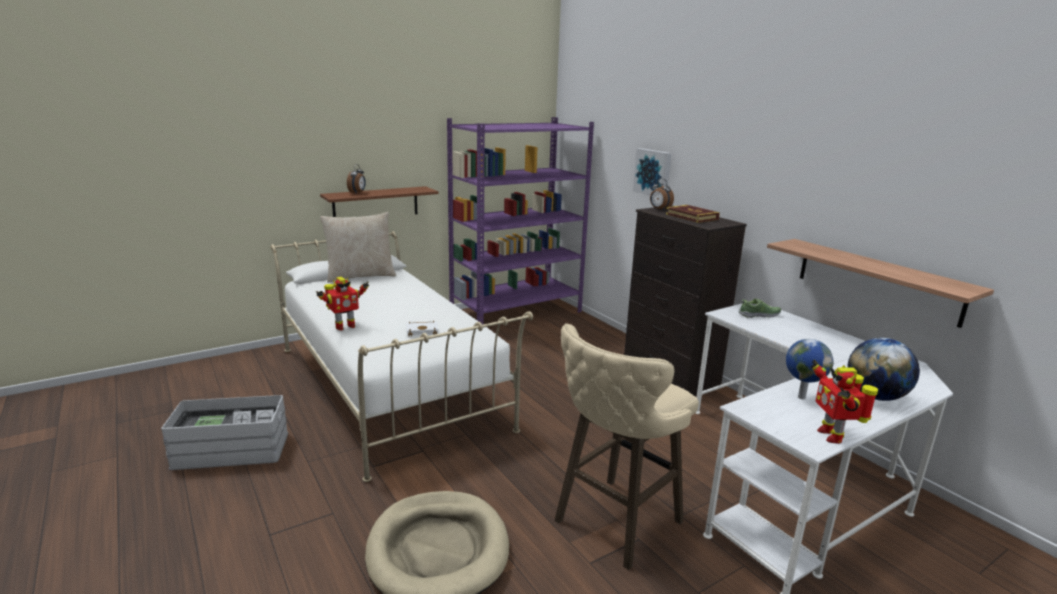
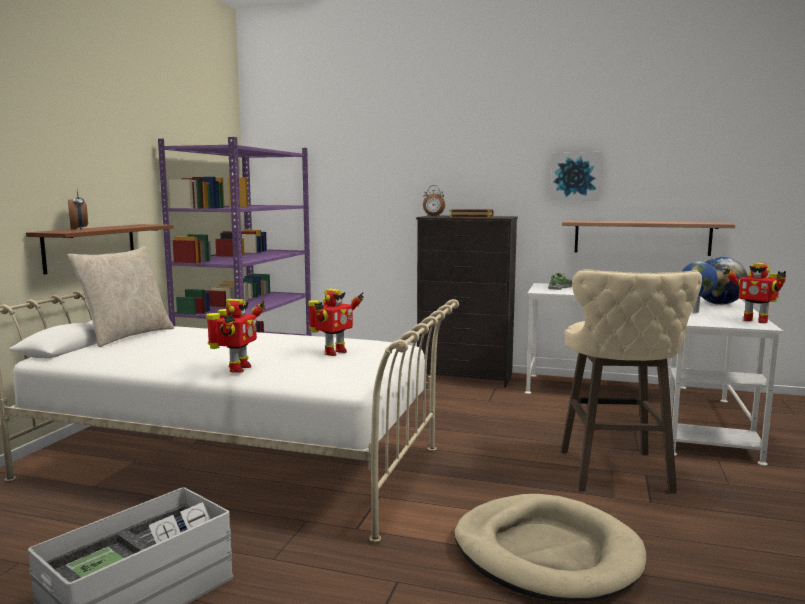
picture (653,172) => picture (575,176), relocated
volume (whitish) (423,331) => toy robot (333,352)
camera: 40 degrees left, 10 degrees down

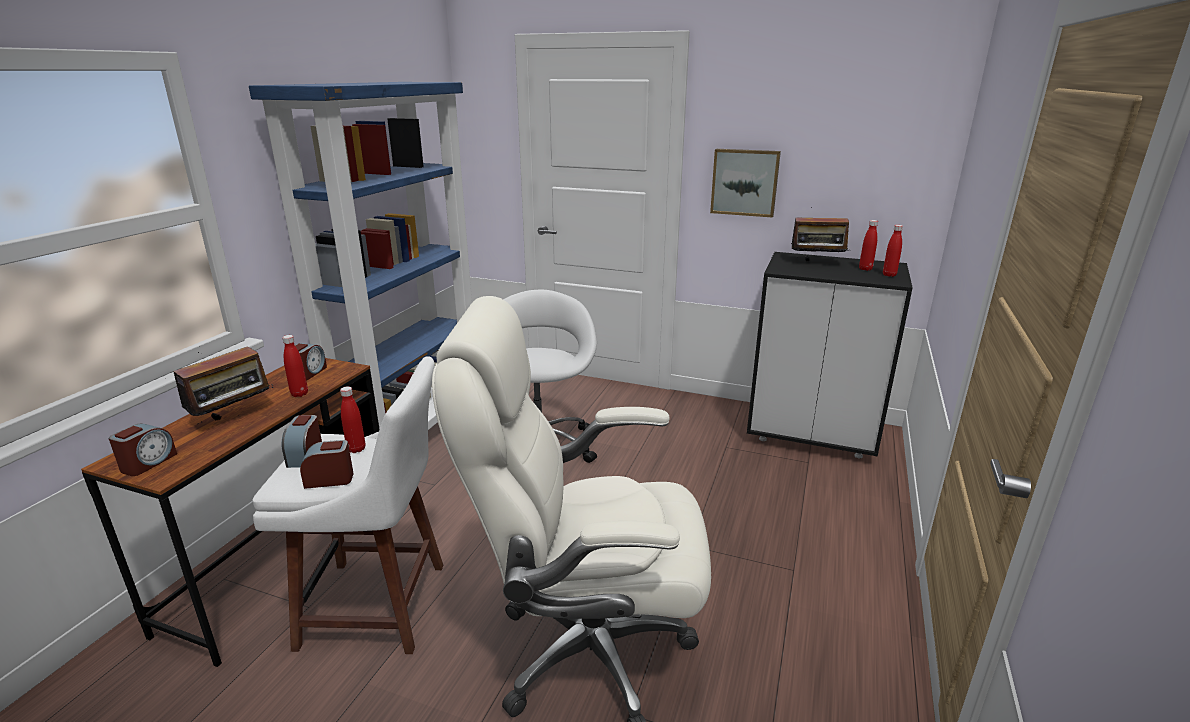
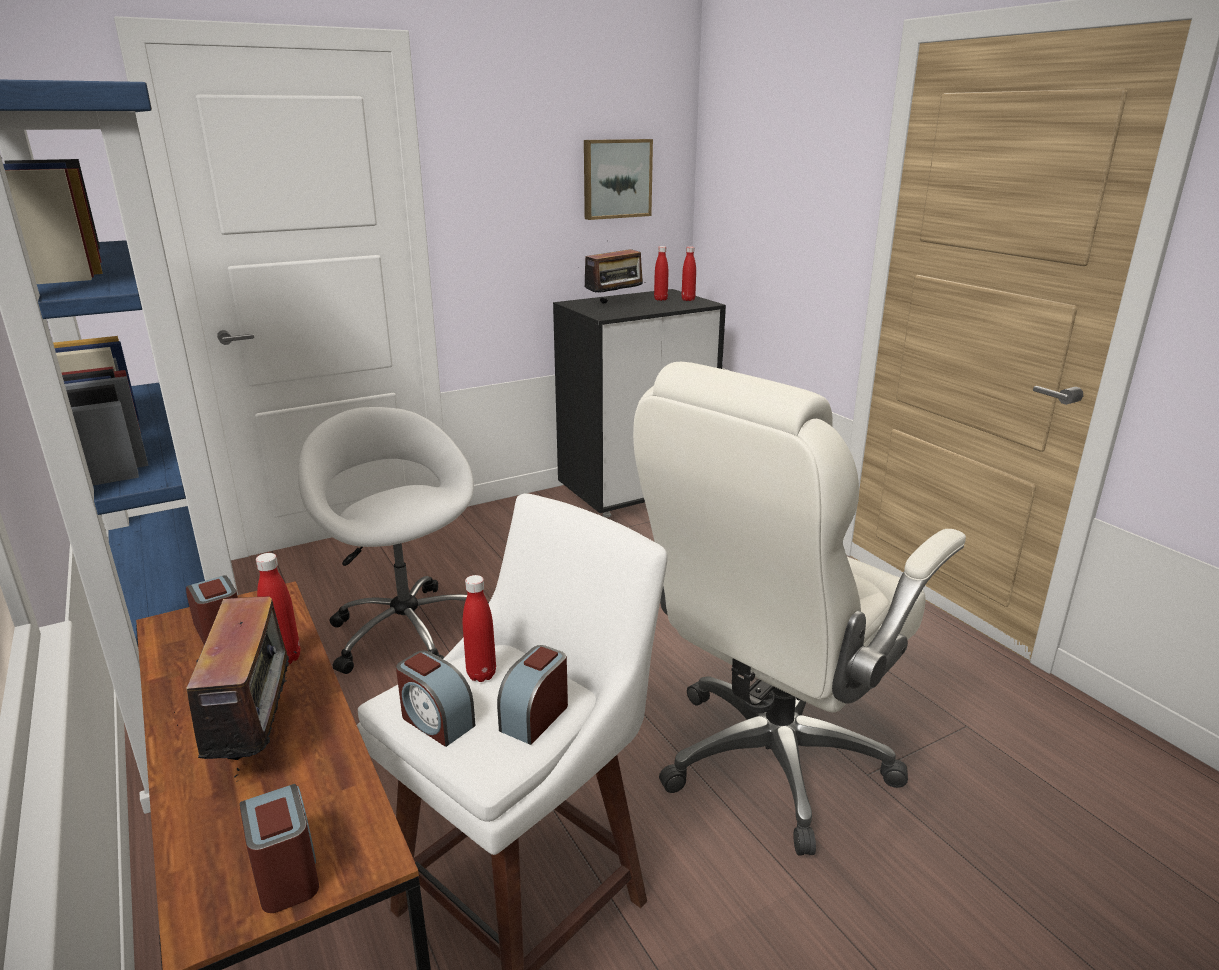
picture (745,182) => picture (616,178), relocated
camera: 50 degrees left, 0 degrees up

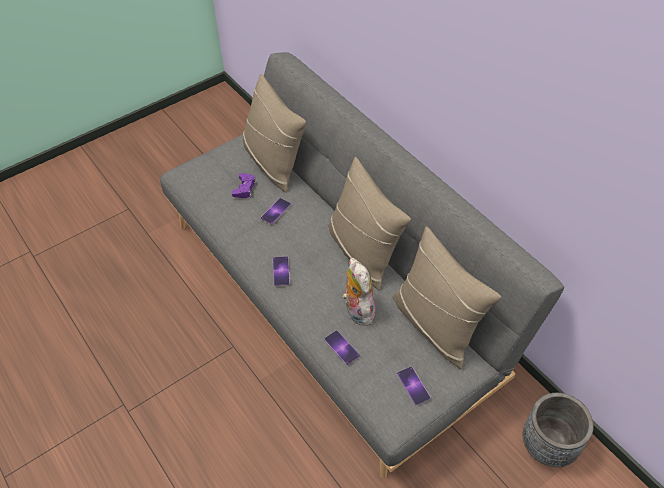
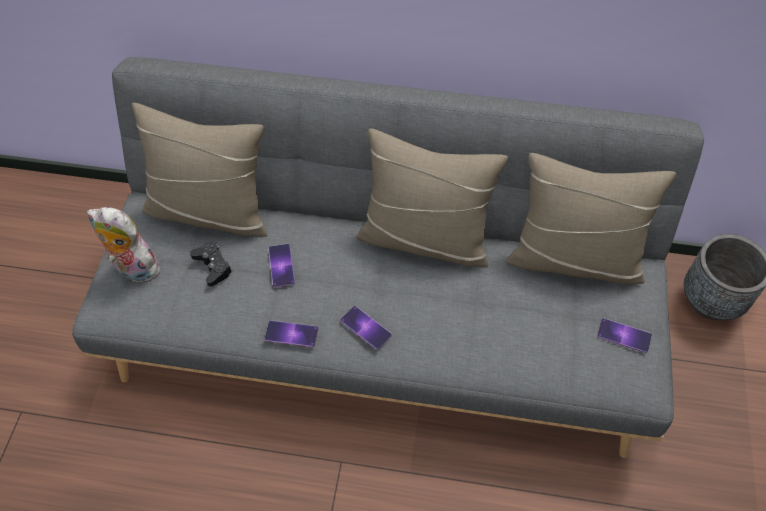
telephone (341,347) => telephone (291,334), relocated
cuddly toy (357,310) => cuddly toy (133,269), relocated
joypad (purplish) (244,188) => joypad (black) (213,266)
camera: 45 degrees left, 5 degrees up

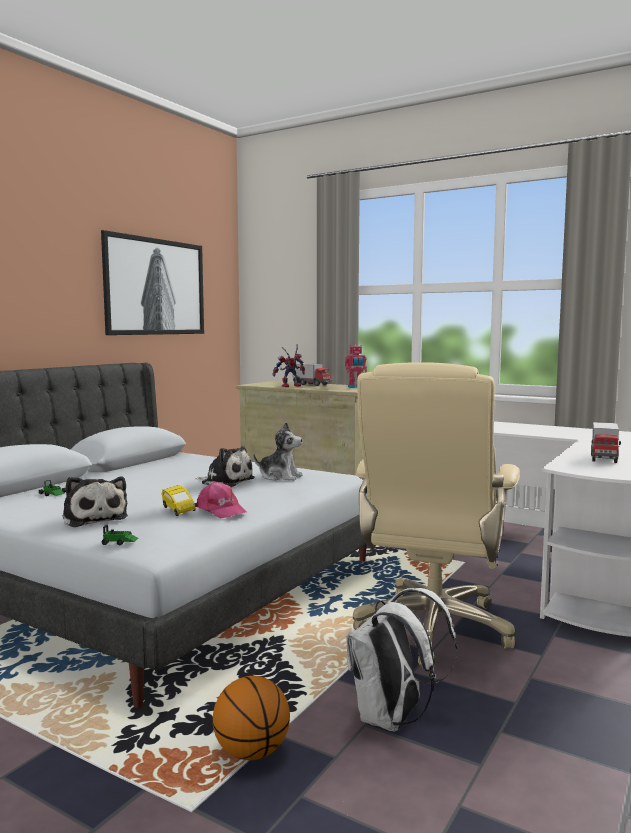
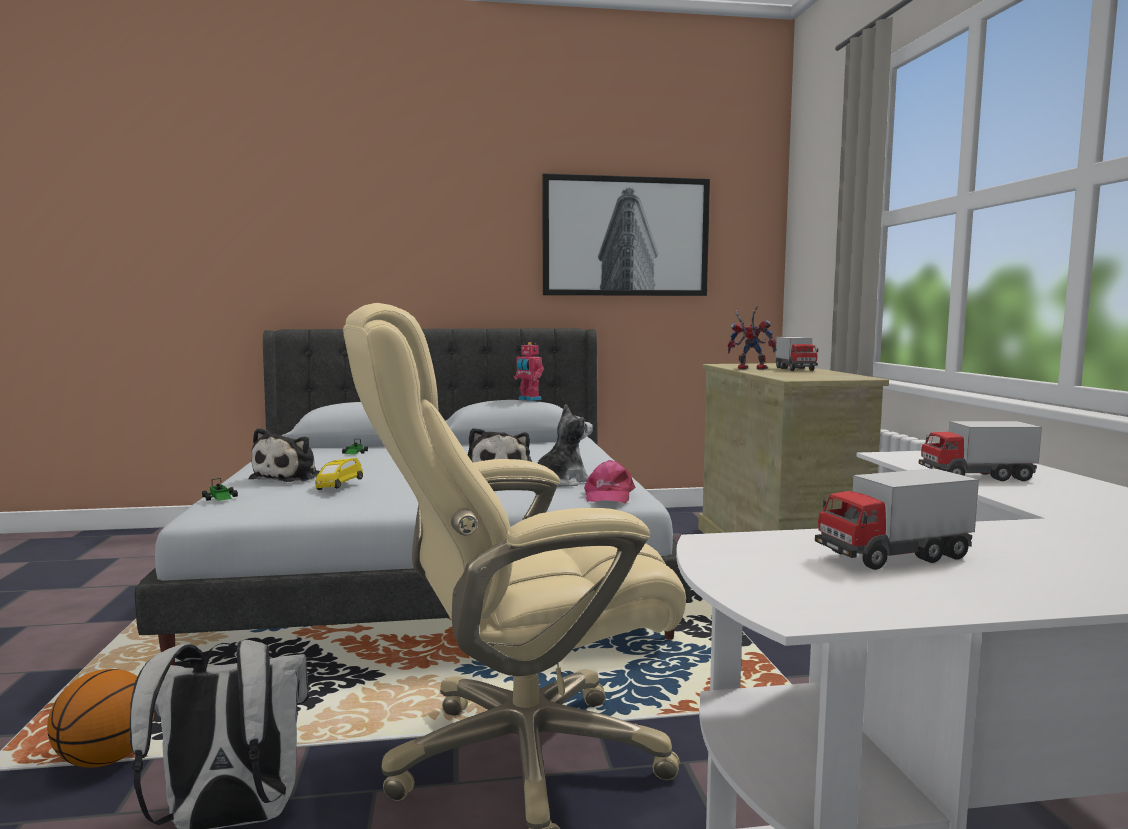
nothing => model truck (975,477)
peaked cap (pink) (220,510) => peaked cap (pink) (608,495), relocated
toy robot (355,387) => toy robot (528,399), relocated
cuddly toy (280,477) => cuddly toy (562,481), 105 degrees counterclockwise
camera: 50 degrees right, 0 degrees up

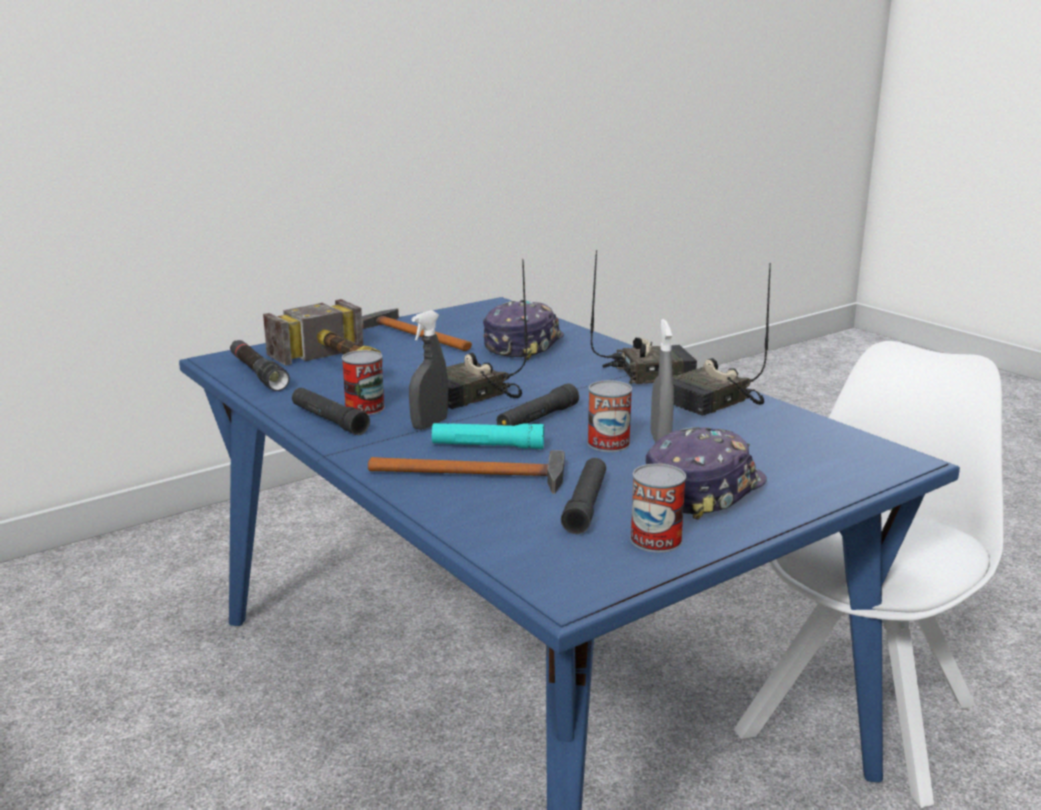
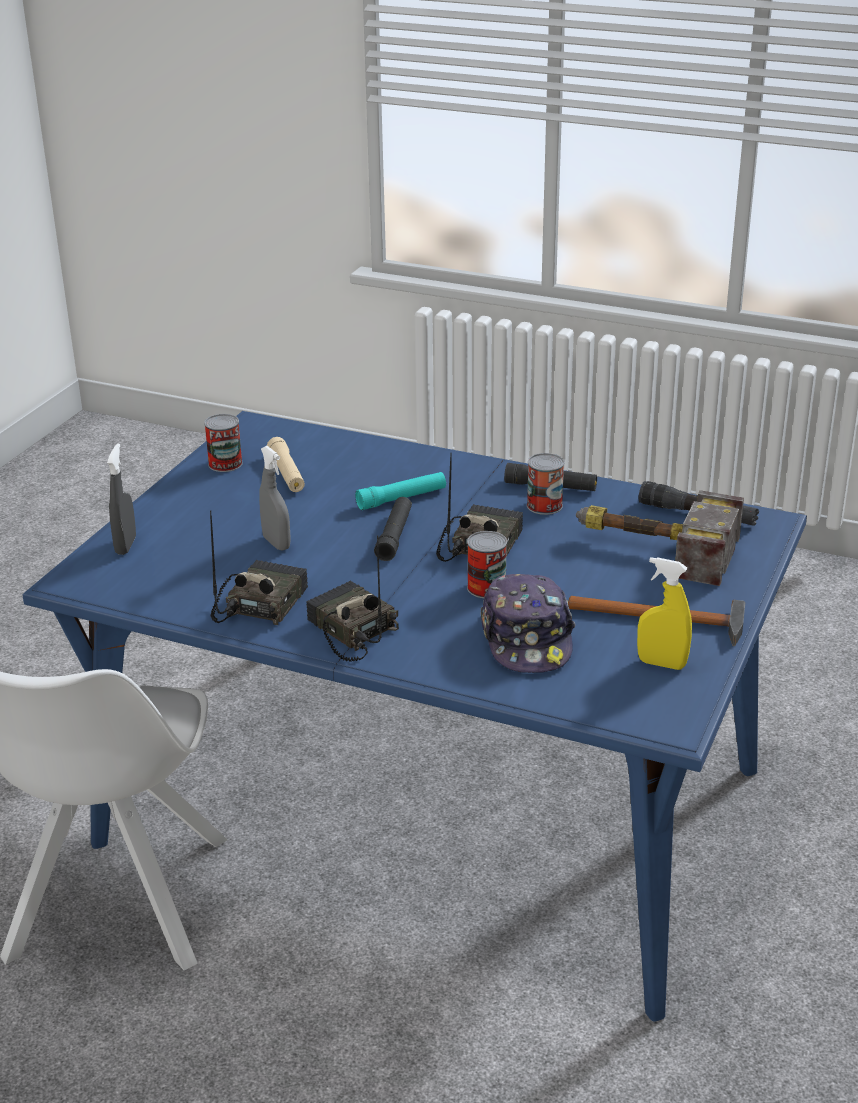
hand hammer (477,475) => nothing
peaked cap (703,490) => nothing
nothing => sprayer (yellowish) (661,664)
sprayer (grey) (429,424) => sprayer (grey) (125,545), relocated
metal can (608,443) => metal can (486,587), relocated
hand torch (black) (585,505) => hand torch (beige) (286,473)
radio (649,373) => radio (349,630), 90 degrees clockwise
camera: 150 degrees right, 10 degrees up

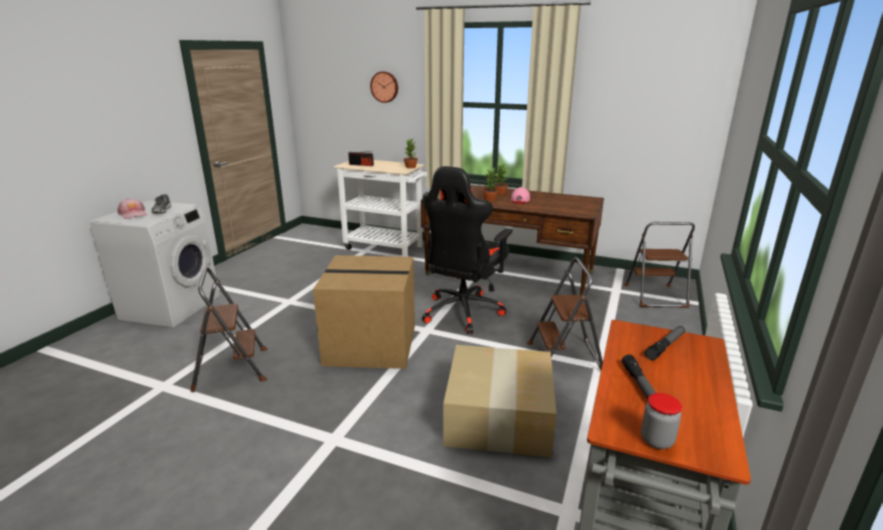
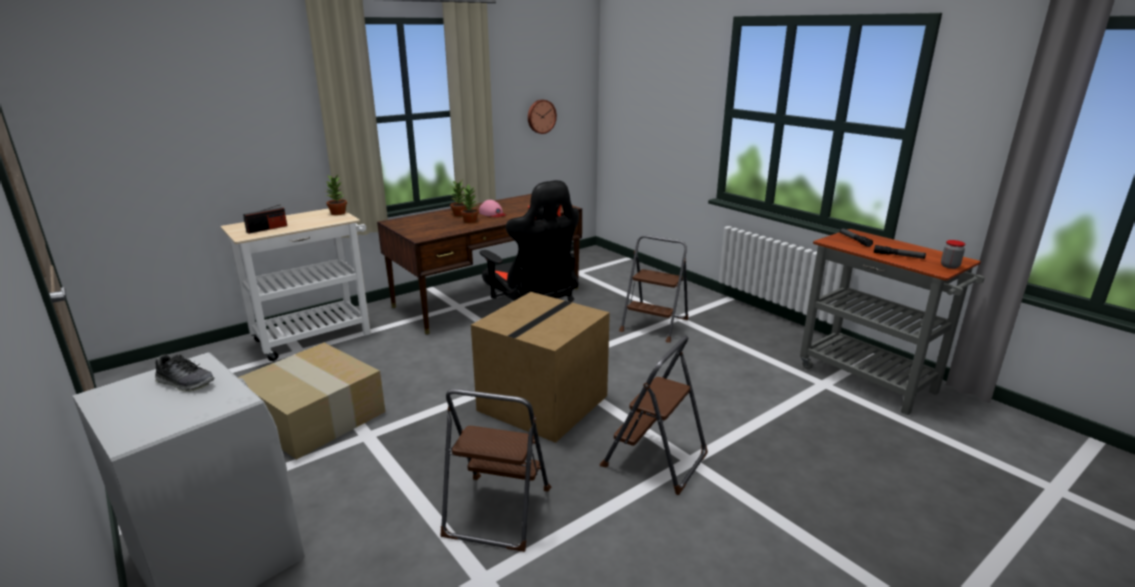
peaked cap (pink) (133,214) => nothing
clock on the wall (385,87) => clock on the wall (541,116), relocated
packing box (500,417) => packing box (317,416), relocated
stepladder (brownish) (655,297) => stepladder (brownish) (658,461), relocated
camera: 60 degrees left, 0 degrees up

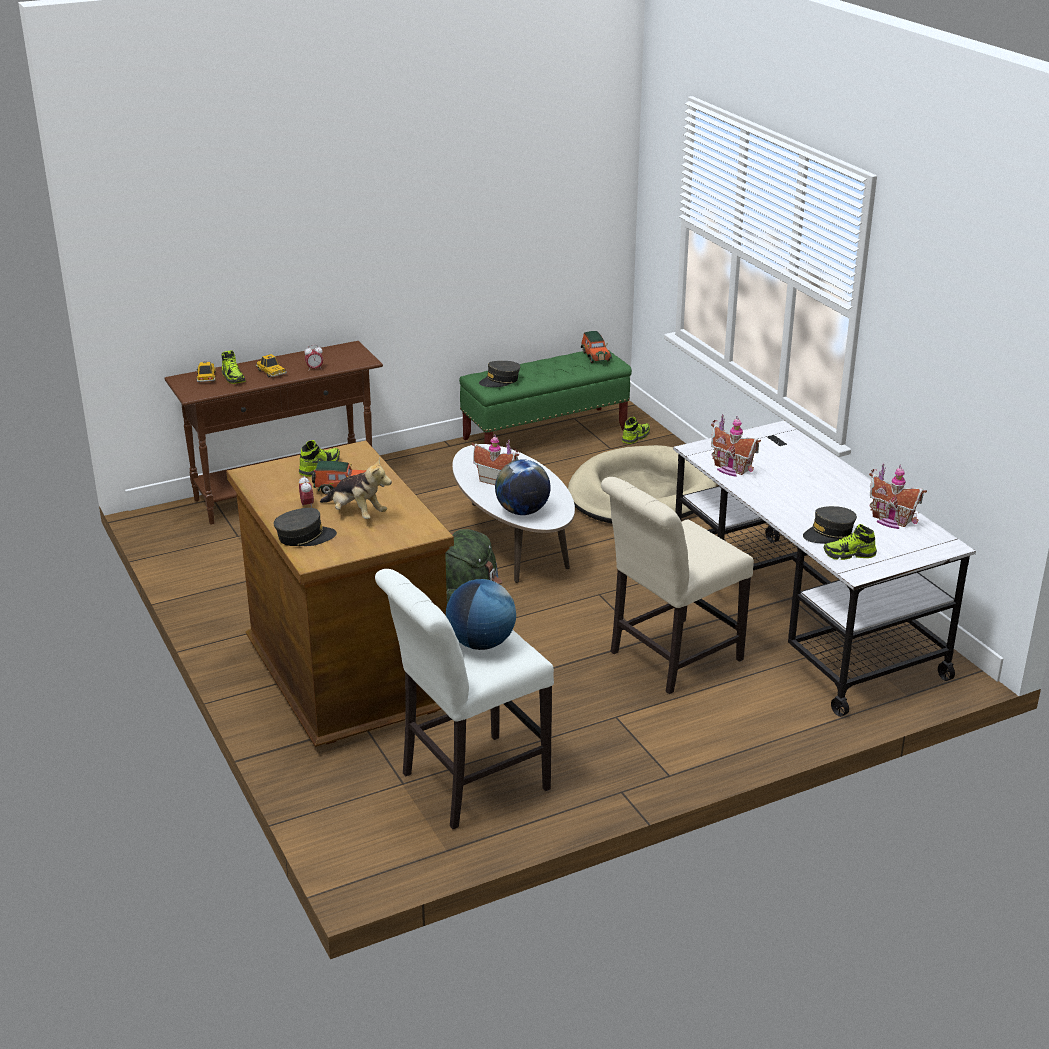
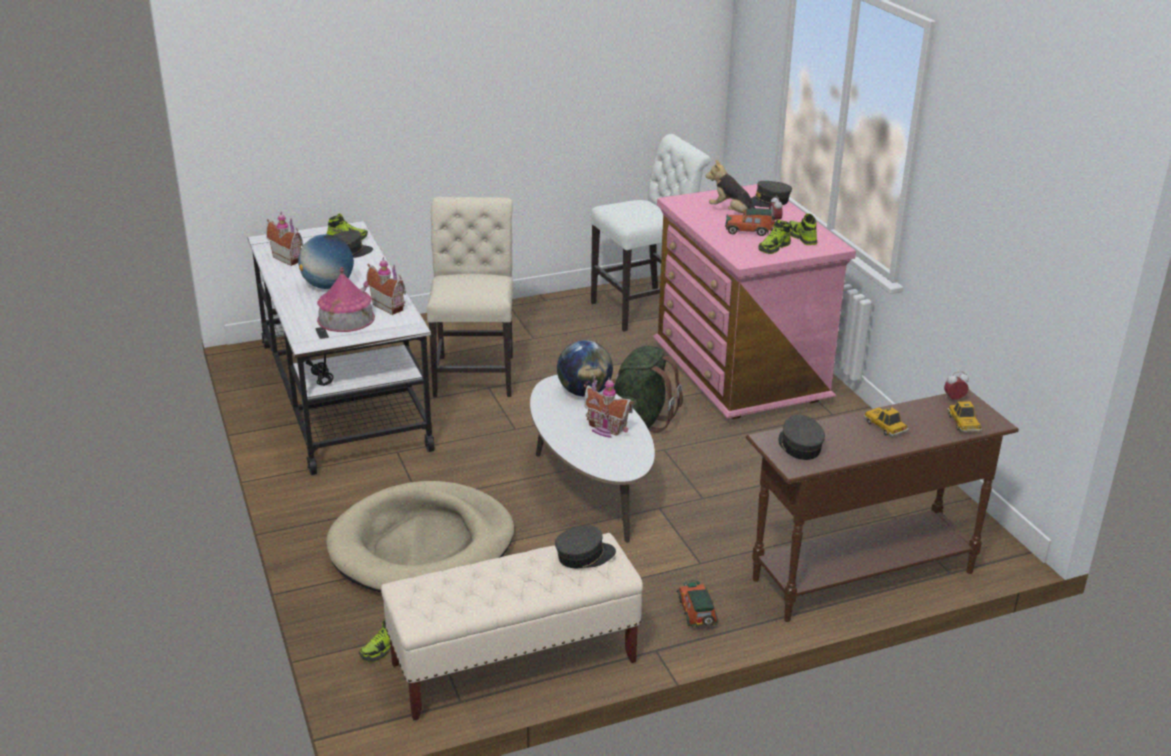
nothing => model house (346,318)
nothing => peaked cap (grey) (799,446)
item of footwear (233,377) => item of footwear (801,238), relocated
bedside clock (314,369) => bedside clock (954,399), relocated
globe (481,643) => globe (328,286), relocated
model car (595,355) => model car (697,614), relocated
dresser (brownish) (347,677) => dresser (pink) (741,375)
bench (green) (545,435) => bench (beige) (513,663)
plain chair (beige) (668,658) => plain chair (beige) (475,373), 60 degrees counterclockwise
camera: 175 degrees left, 0 degrees up

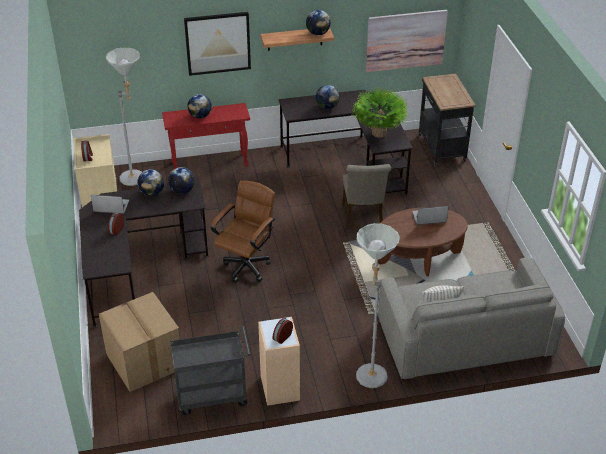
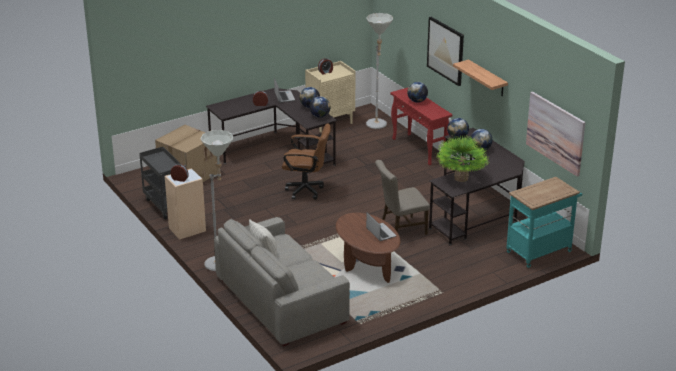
globe (318,33) => globe (457,138), relocated
cart (black) (441,147) => cart (turquoise) (540,251)
camera: 70 degrees right, 10 degrees down

